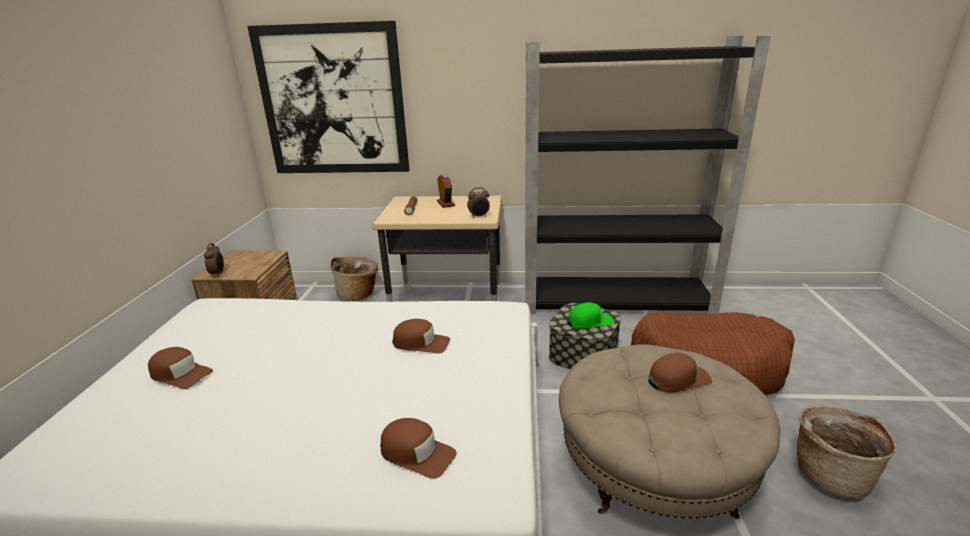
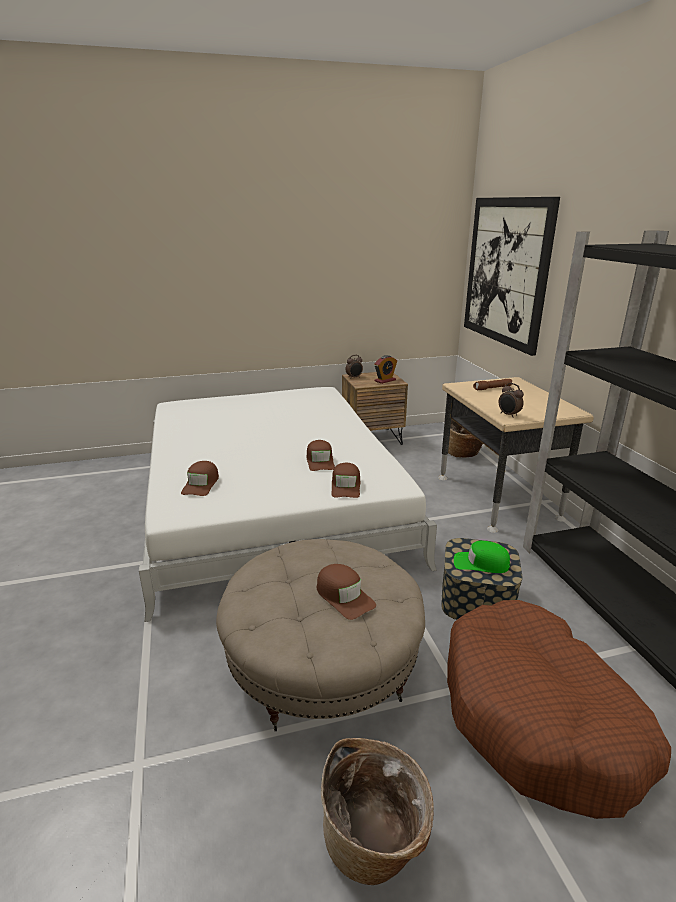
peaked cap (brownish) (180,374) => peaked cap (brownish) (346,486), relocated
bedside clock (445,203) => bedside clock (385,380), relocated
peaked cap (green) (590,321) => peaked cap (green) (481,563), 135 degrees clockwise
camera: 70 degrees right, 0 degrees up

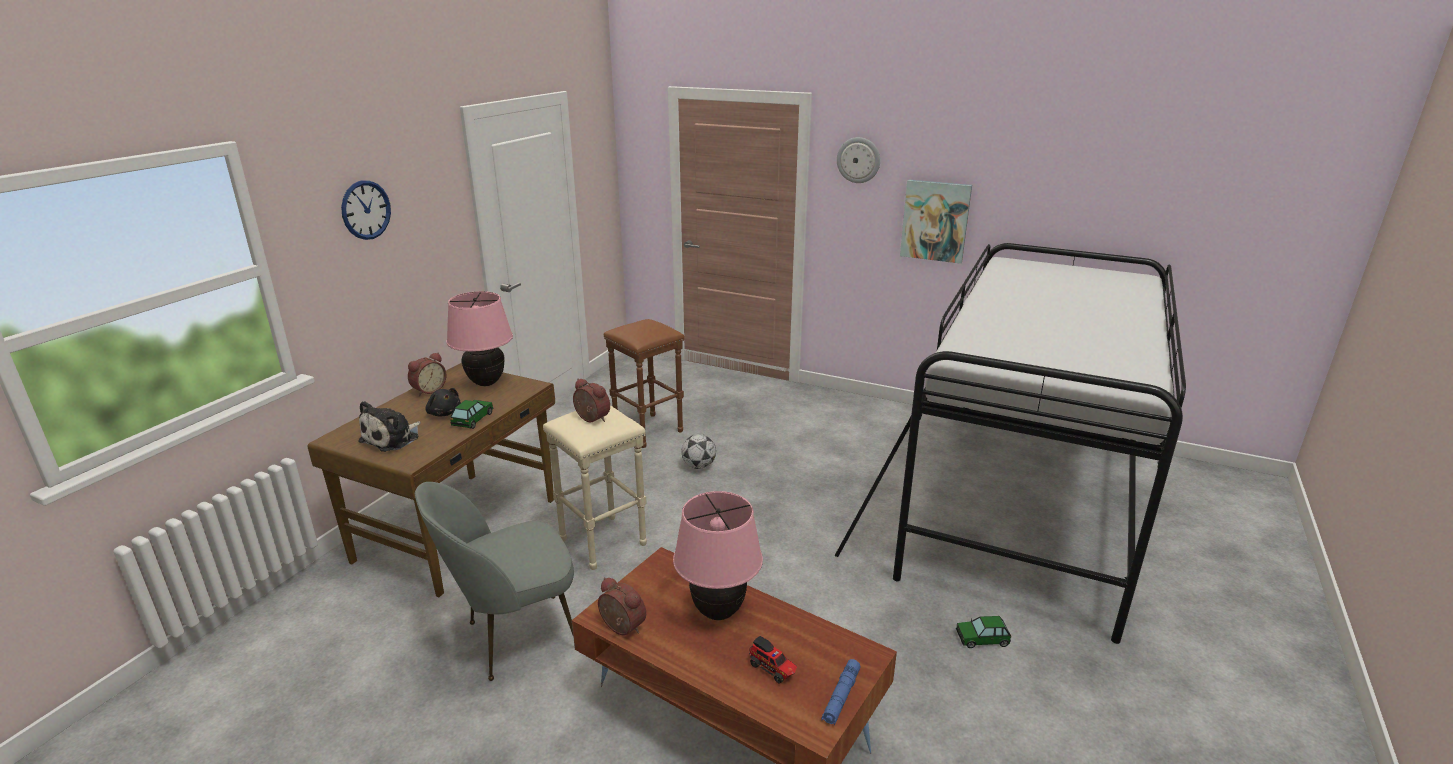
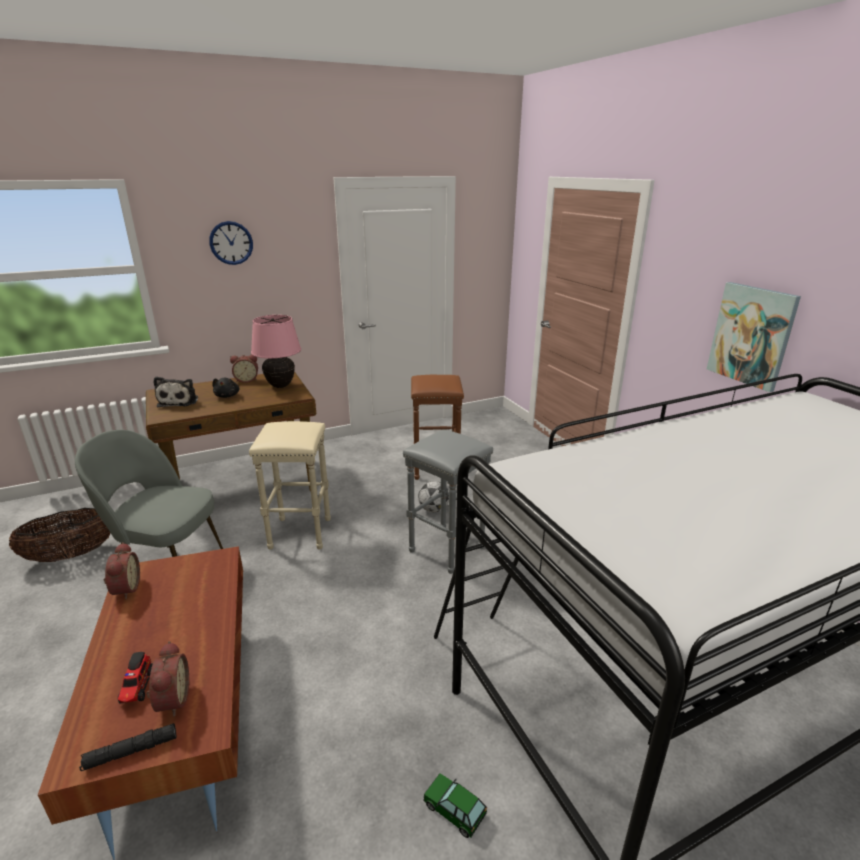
model car (472,419) => nothing
lamp for a table (pink) (718,612) => nothing
clock on the wall (858,160) => nothing
nothing => household basket (71,555)
nothing => stool (grey) (444,549)
bedside clock (591,419) => bedside clock (171,700), relocated
hand torch (bluish) (841,697) => hand torch (black) (131,751)
cuddly toy (393,438) => cuddly toy (179,401), 75 degrees counterclockwise
camera: 40 degrees right, 0 degrees up

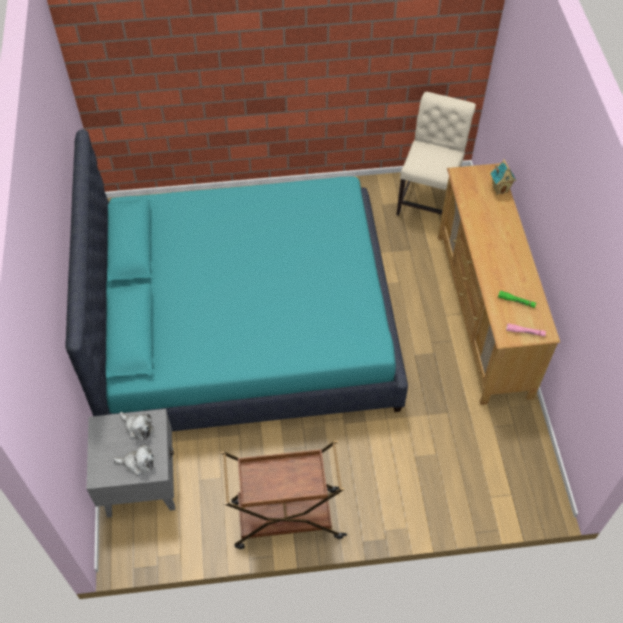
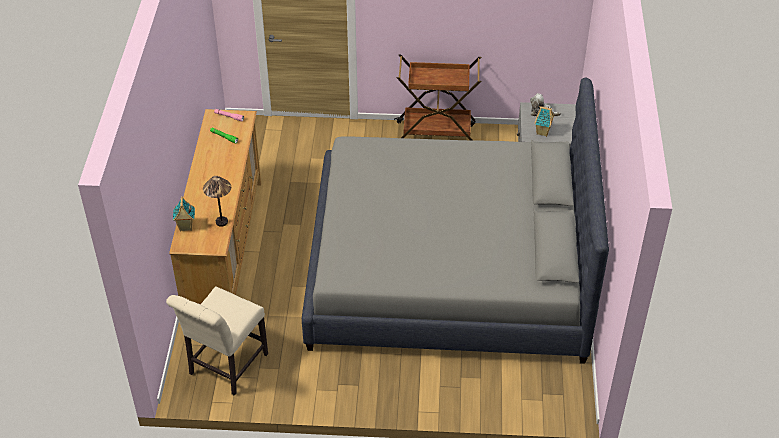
nothing => lamp for a table (222,222)
cuddly toy (138,428) => model house (543,132)
bedroom bed (turquoise) (245,324) => bedroom bed (grey) (449,269)
camera: 170 degrees left, 10 degrees down

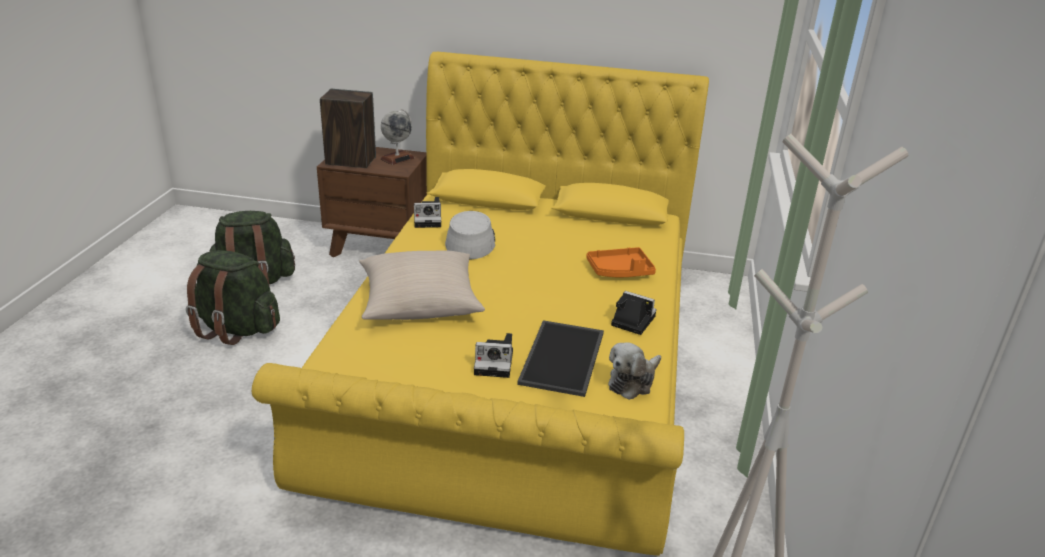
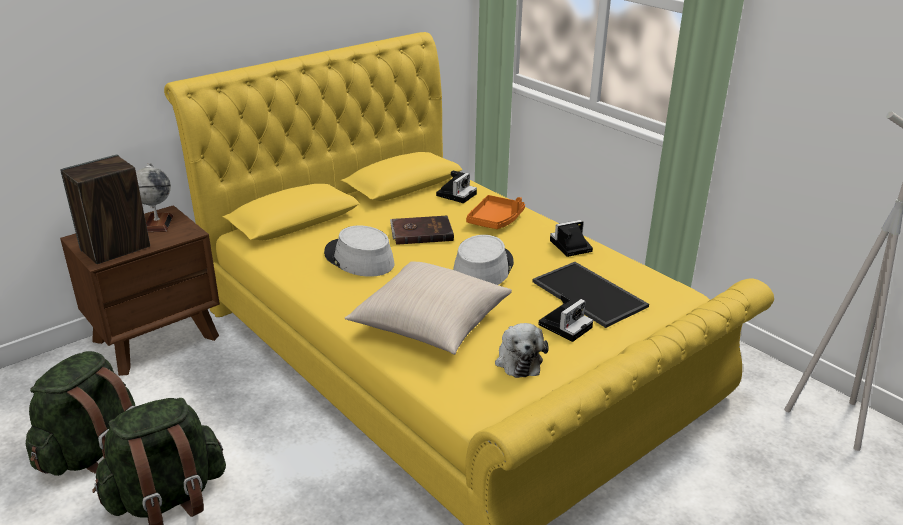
nothing => volume (brownish) (421,232)
nothing => hat (grey) (483,268)
still camera (429,220) => still camera (456,194), relocated
cuddly toy (633,381) => cuddly toy (518,360), relocated
camera: 50 degrees left, 0 degrees up

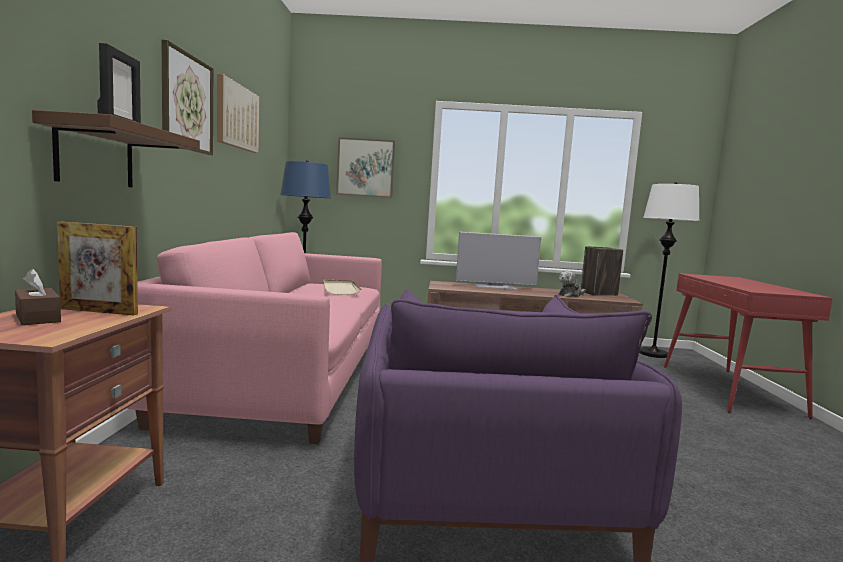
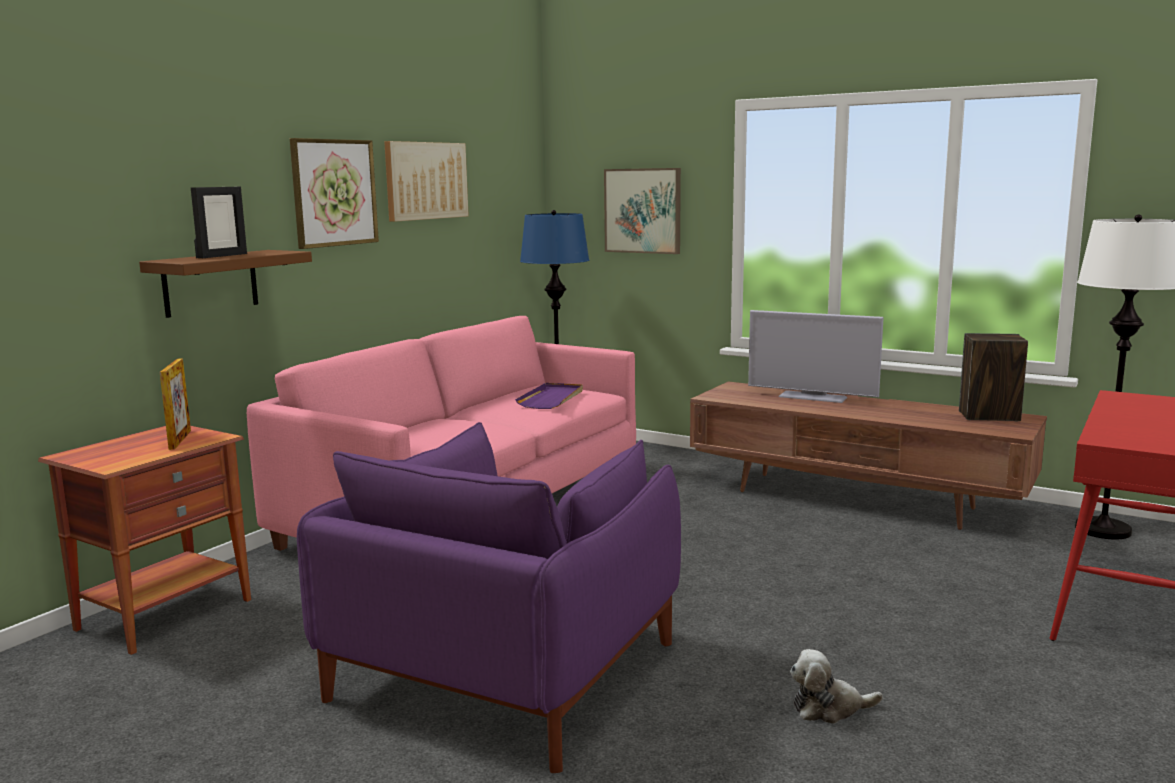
box of tissues (brownish) (38,318) => nothing
cuddly toy (570,295) => cuddly toy (829,708), relocated
serving tray (beige) (340,289) => serving tray (purplish) (552,399)
standing frame (98,311) => standing frame (180,440), 135 degrees counterclockwise
camera: 30 degrees right, 5 degrees up

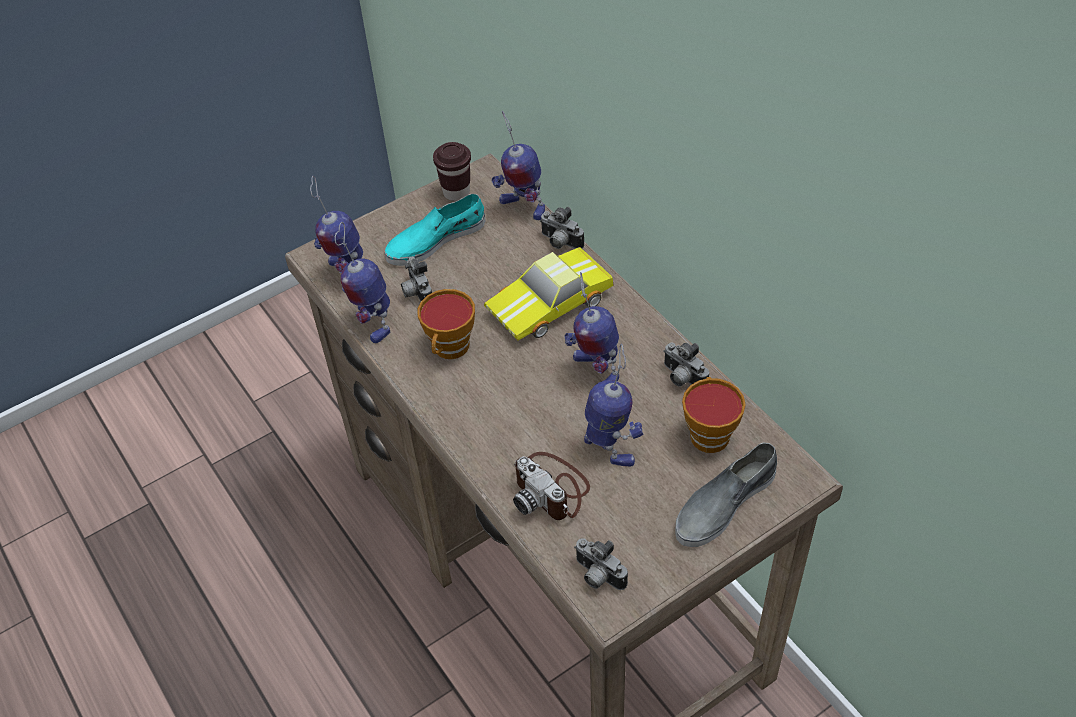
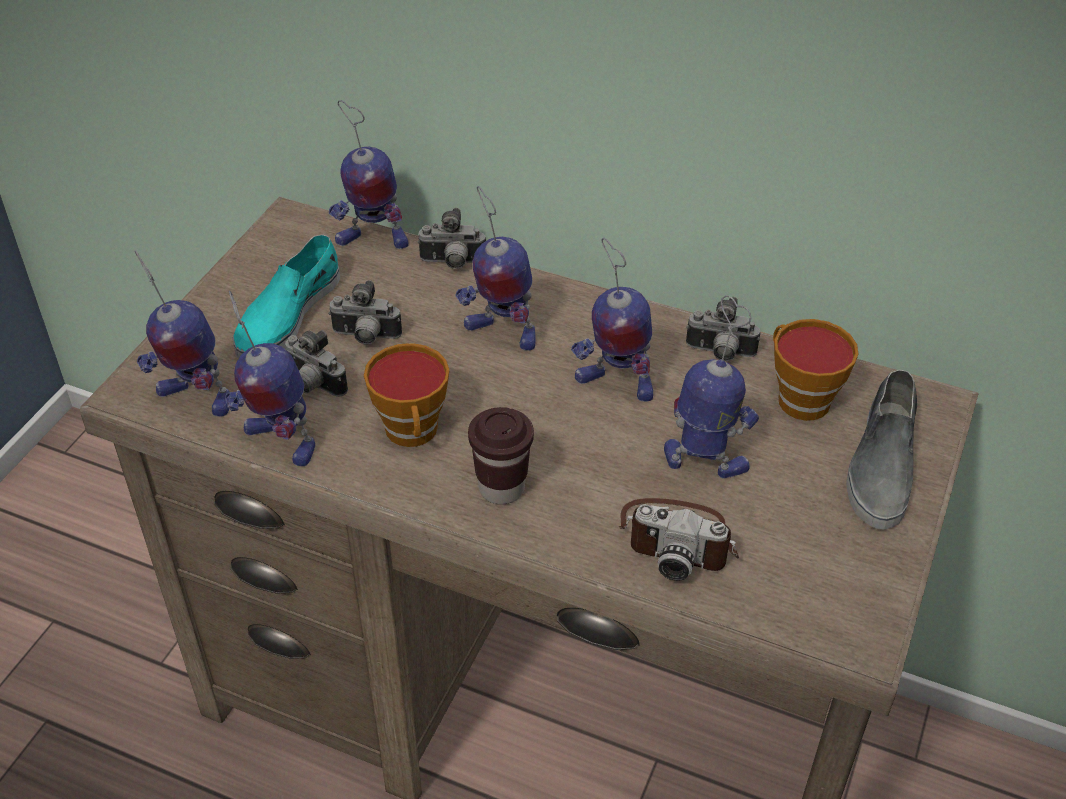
drinking cup (brownish) (456,192) => drinking cup (brownish) (501,488), relocated
still camera (597,576) => still camera (365,337), relocated
model car (552,304) => toy robot (500,333)
camera: 35 degrees left, 5 degrees down

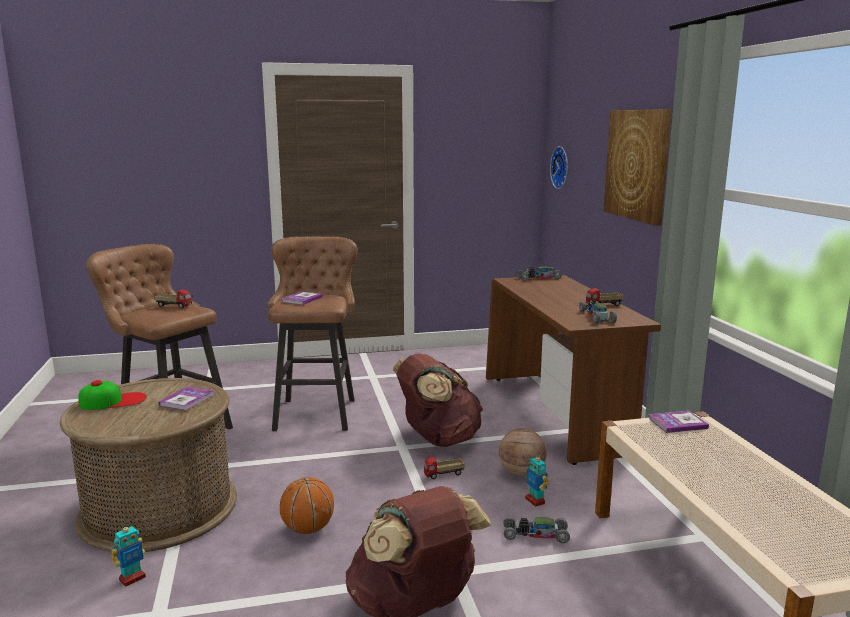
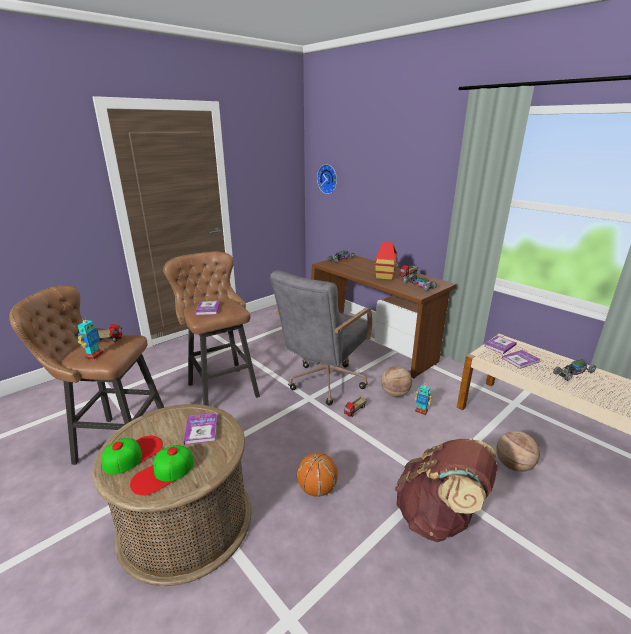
picture (637,165) => nothing
nothing => peaked cap (163,473)
nothing => model house (384,276)
nothing => basketball ball (513,465)
nothing => volume (520,360)
toy robot (132,578) => toy robot (94,355), relocated
model car (535,535) => model car (573,373), relocated
backpack (brownish) (438,439) => computer chair (grey) (324,385)
camera: 30 degrees left, 10 degrees up

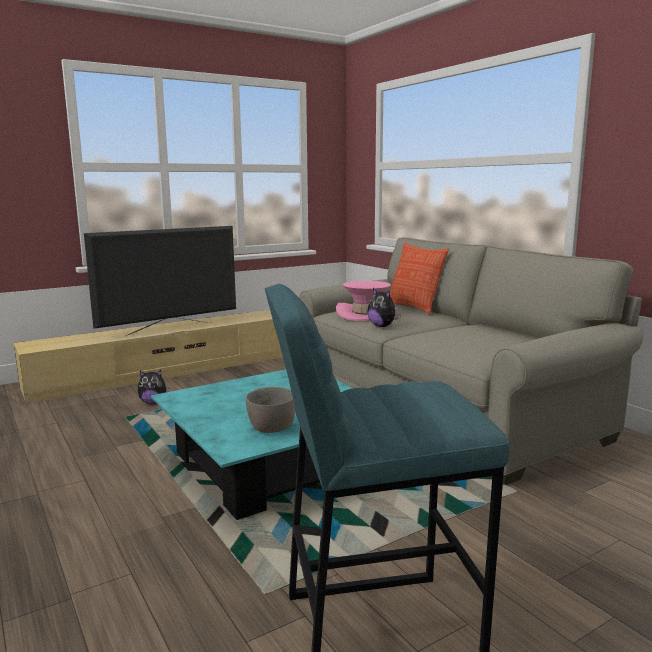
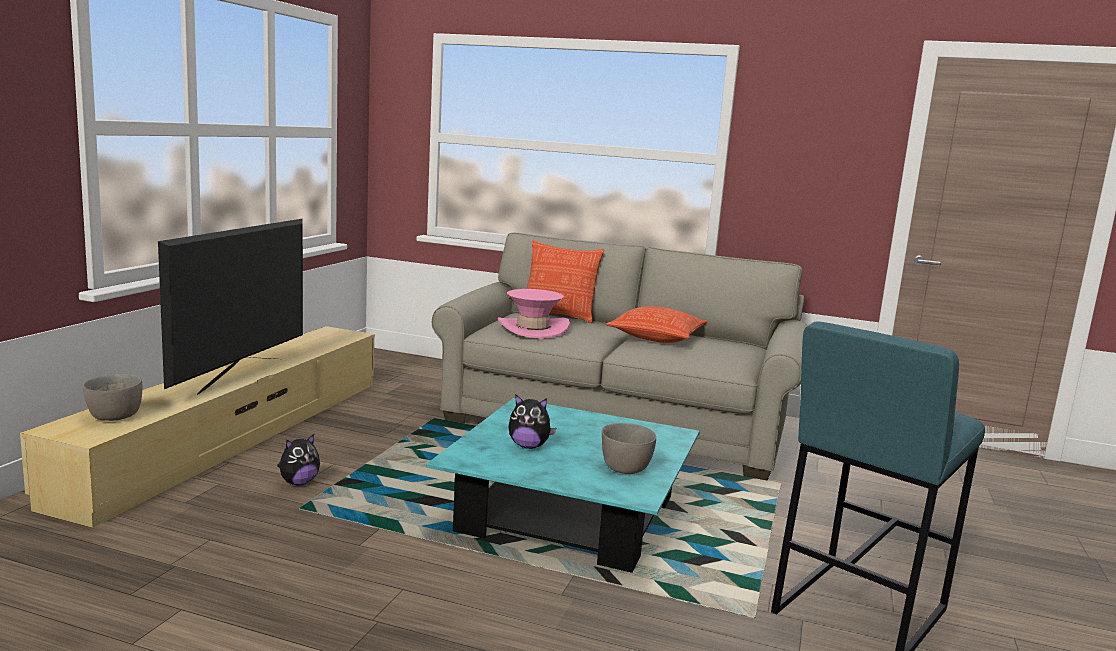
nothing => deep dish (grey) (114,417)
nothing => pillow (orange) (657,338)
cuddly toy (382,326) => cuddly toy (529,446), relocated
camera: 40 degrees left, 0 degrees up

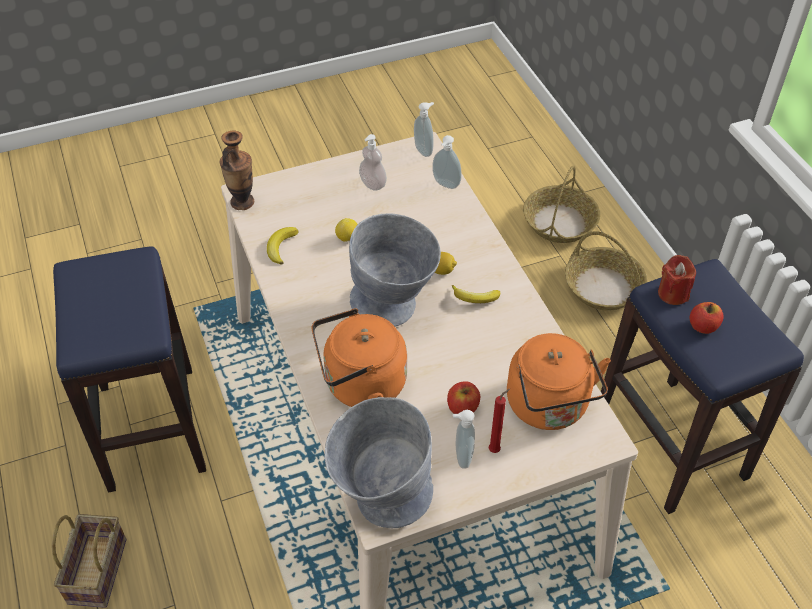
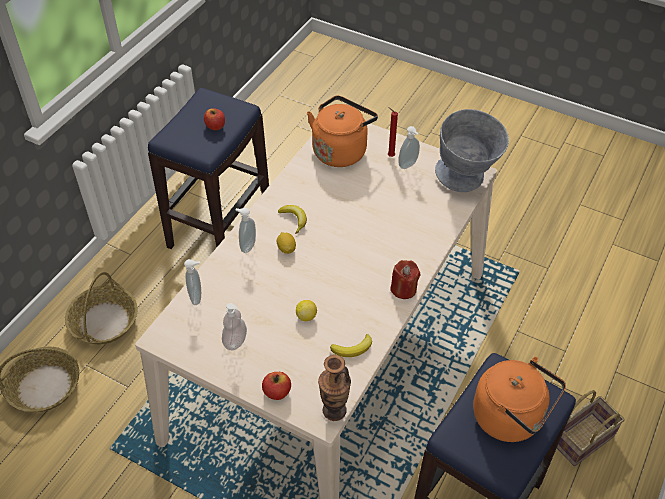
deep dish (grey) (395,305) => nothing
tea kettle (orange) (360,385) => tea kettle (orange) (511,418), relocated
soap dispenser (424,150) => soap dispenser (247,246), relocated
apple (462,407) => apple (277,392), relocated
wax light (reddish) (673,293) => wax light (reddish) (403,289), relocated
camera: 130 degrees left, 0 degrees up

